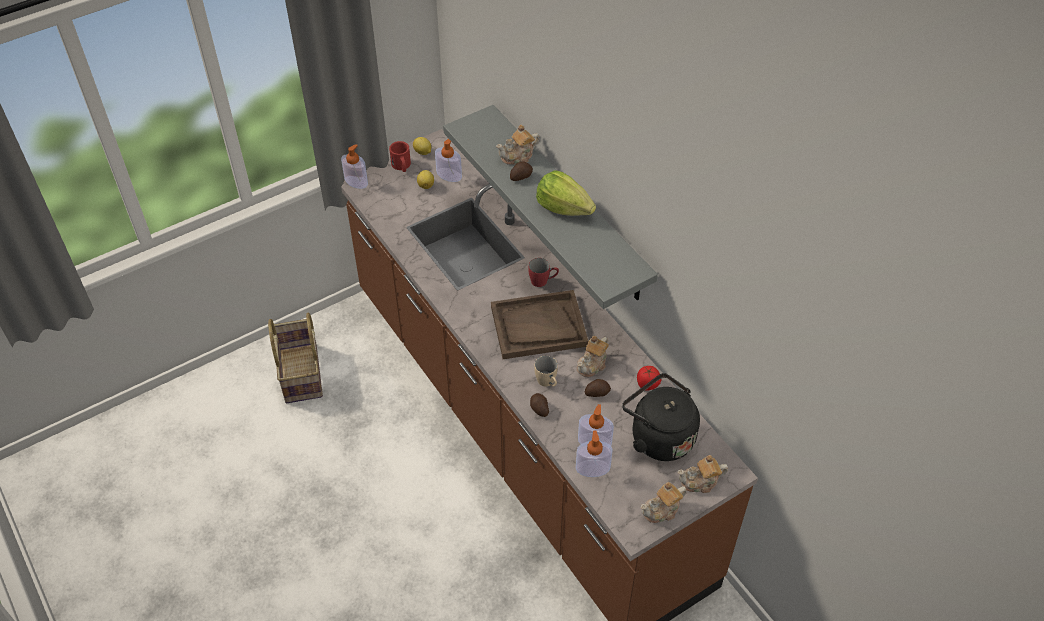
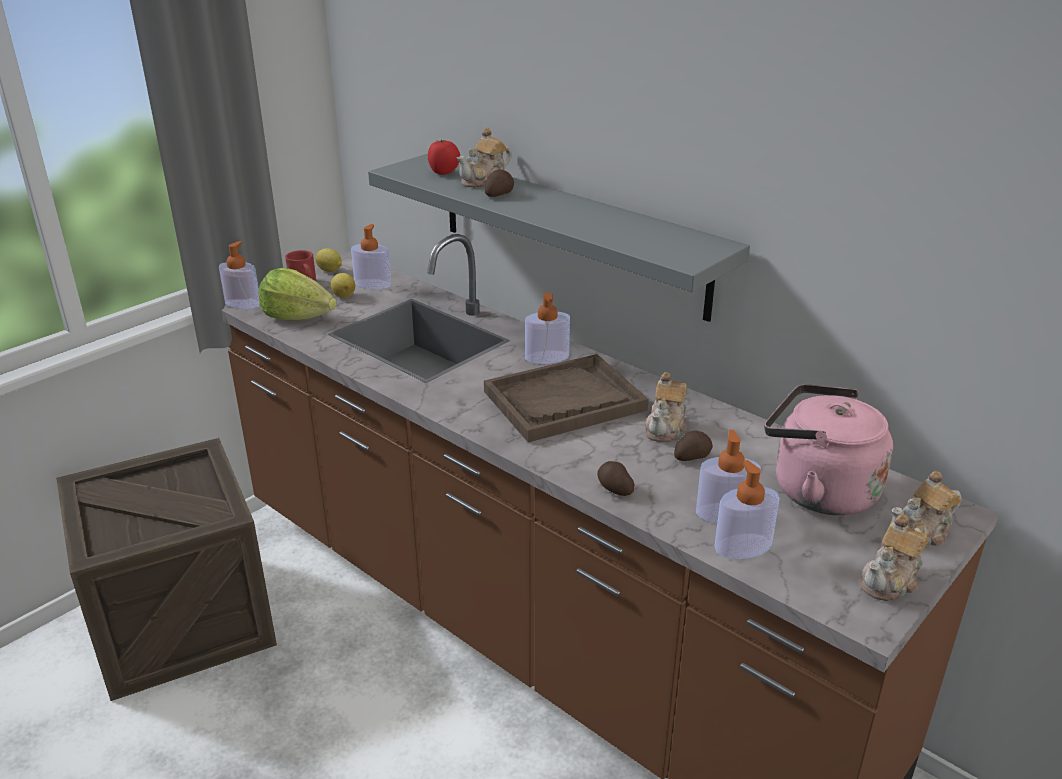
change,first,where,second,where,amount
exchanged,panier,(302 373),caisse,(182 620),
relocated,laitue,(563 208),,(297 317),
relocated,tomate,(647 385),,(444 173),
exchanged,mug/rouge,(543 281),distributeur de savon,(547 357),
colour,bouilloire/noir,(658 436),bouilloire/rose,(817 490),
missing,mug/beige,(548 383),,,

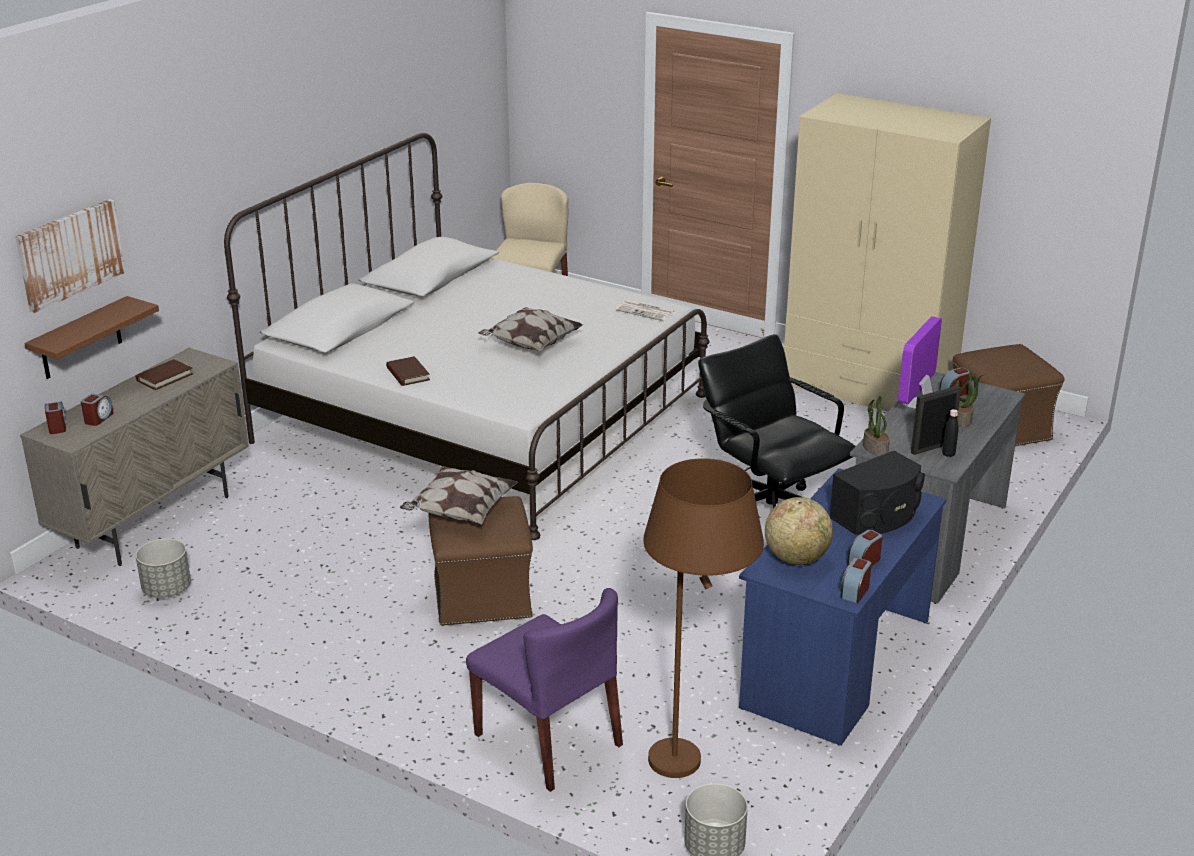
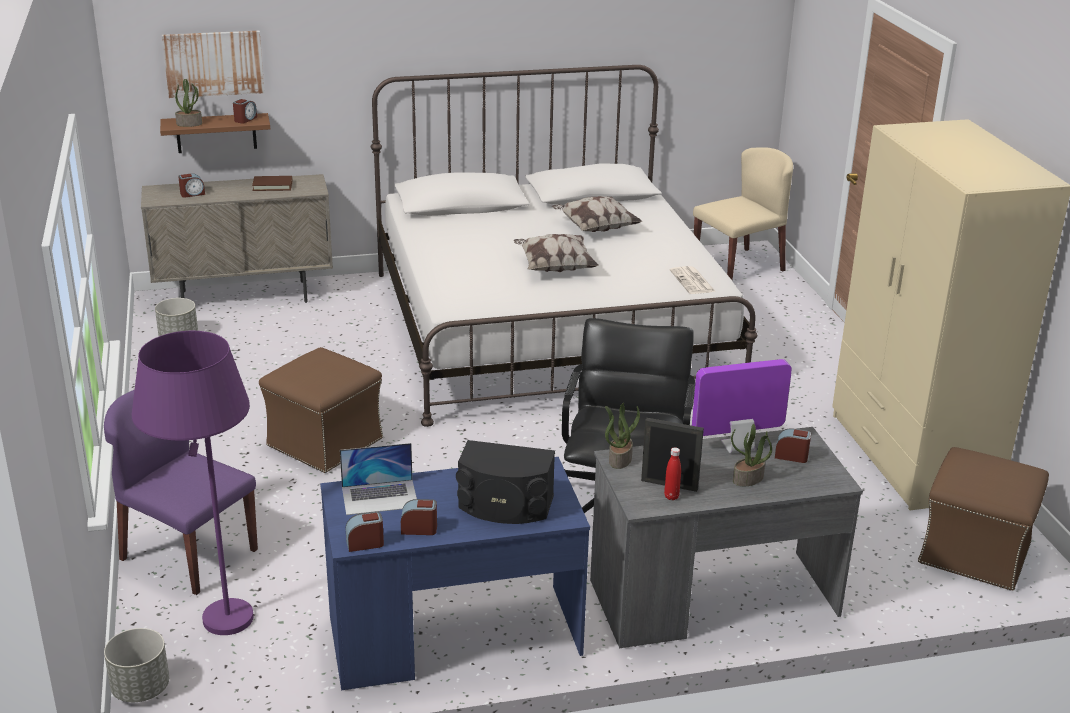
change,first,where,second,where,amount
spun,chaise/violet,(549 740),,(188 554),120 degrees clockwise
colour,lampadaire/marron,(694 776),lampadaire/violet,(218 637),
appeared,,,plante en pot,(189 124),
relocated,réveil,(57 426),,(245 119),
exchanged,globe,(796 558),ordinateur portable,(380 497),
relocated,coussin,(460 512),,(595 228),
colour,bouteille/noir,(948 454),bouteille/rouge,(671 496),
missing,livre/marron,(408 374),,,

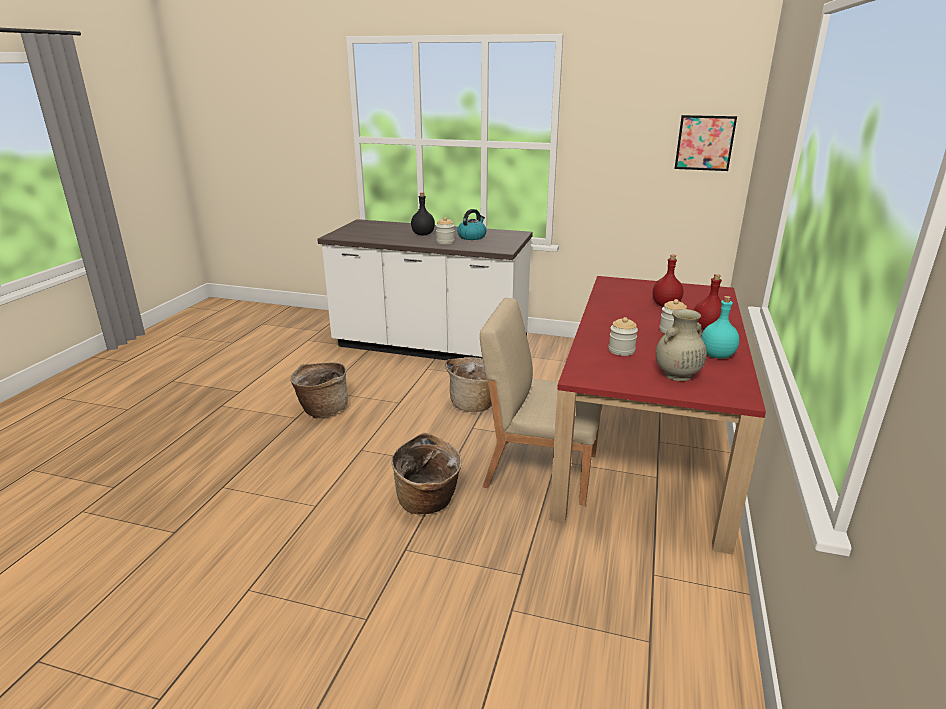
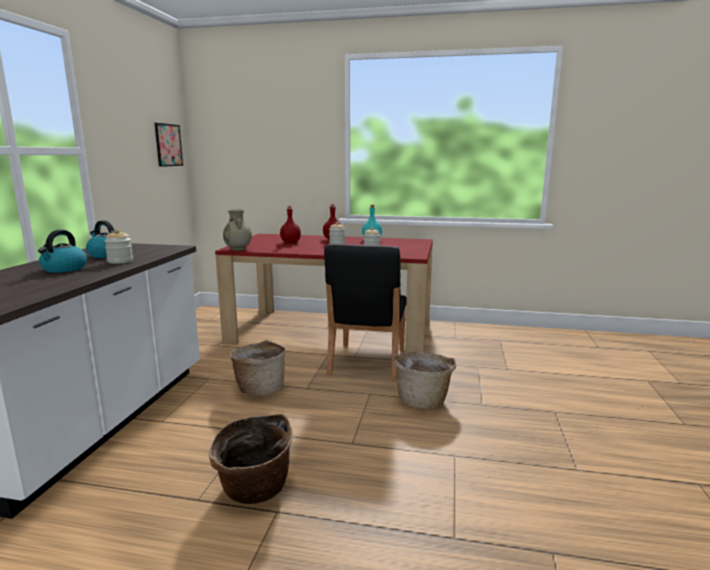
change,first,where,second,where,amount
exchanged,bouteille/noir,(423 234),bouilloire,(64 269),
relocated,vase/beige,(677 375),,(238 249),
colour,chaise/beige,(539 469),chaise/noir,(366 361),

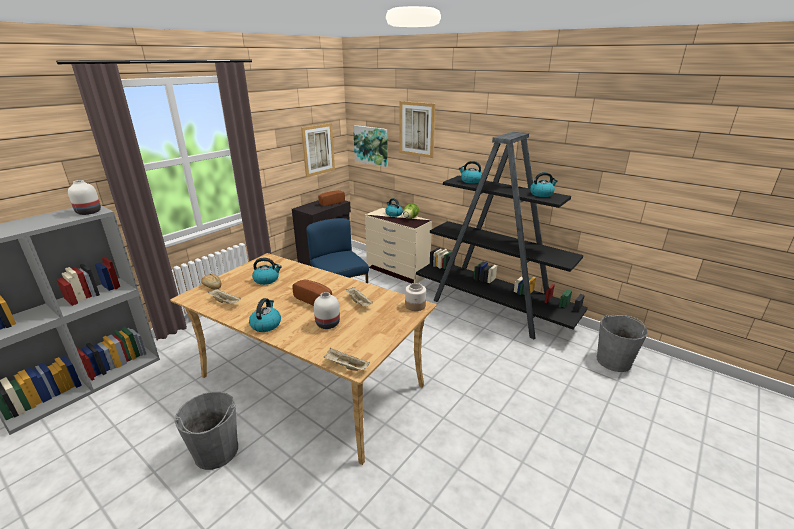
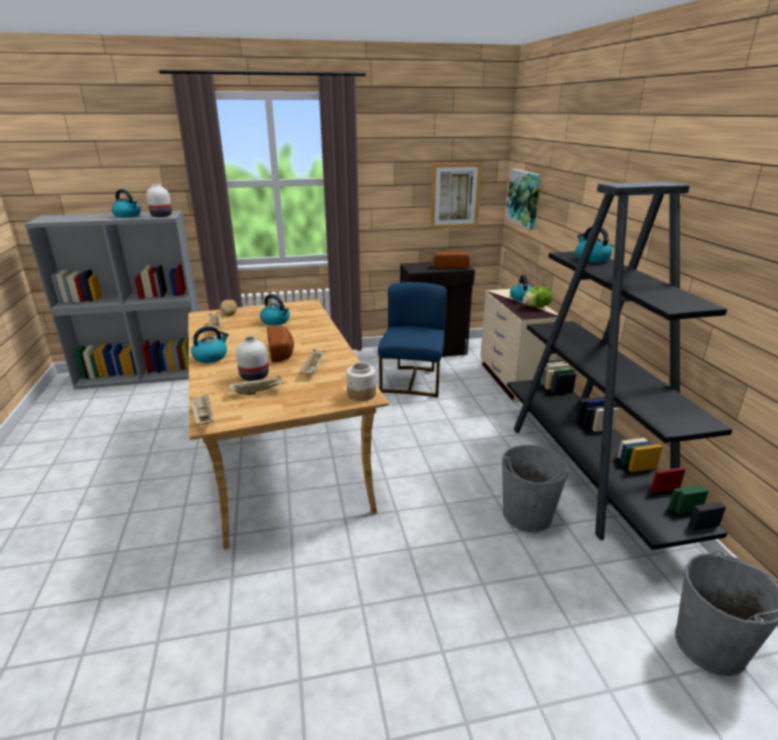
change,first,where,second,where,amount
relocated,bouilloire,(541 194),,(128 215),
appeared,,,plateau/beige,(258 392),
relocated,seau/gris,(216 452),,(527 515),
missing,tableau,(417 129),,,

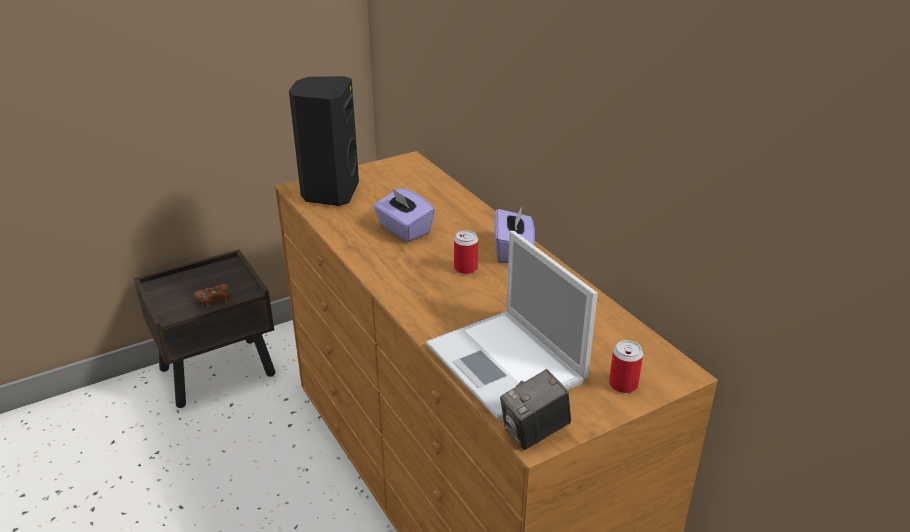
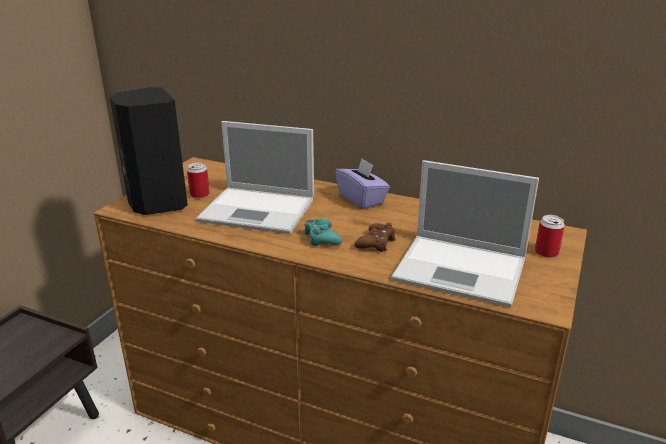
change,first,where,second,where,amount
relocated,boîte métallique,(465 268),,(199 195),
exchanged,boîte à mouchoirs/violet,(404 230),ordinateur portable,(259 210),
appeared,,,manette/turquoise,(321 238),
relocated,manette/marron,(214 299),,(376 243),
missing,appareil photo,(534 433),,,

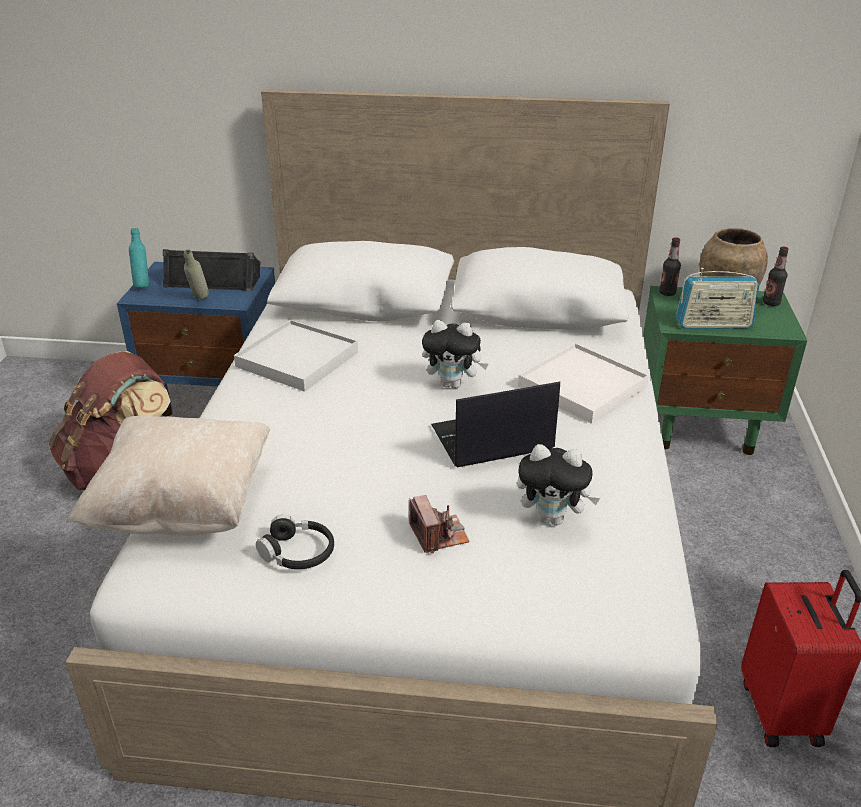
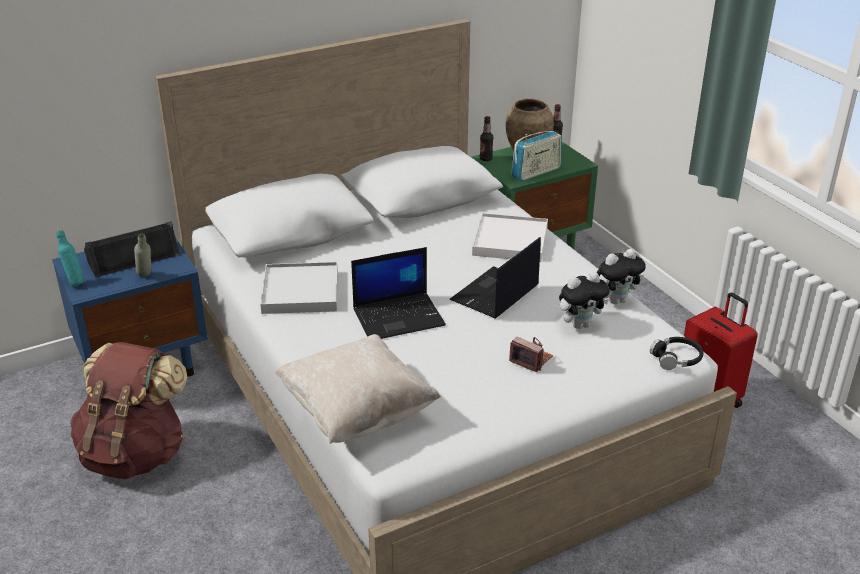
change,first,where,second,where,amount
appeared,,,ordinateur portable,(399 316),
relocated,peluche,(453 384),,(616 300),
relocated,casque audio/noir,(298 553),,(676 358),

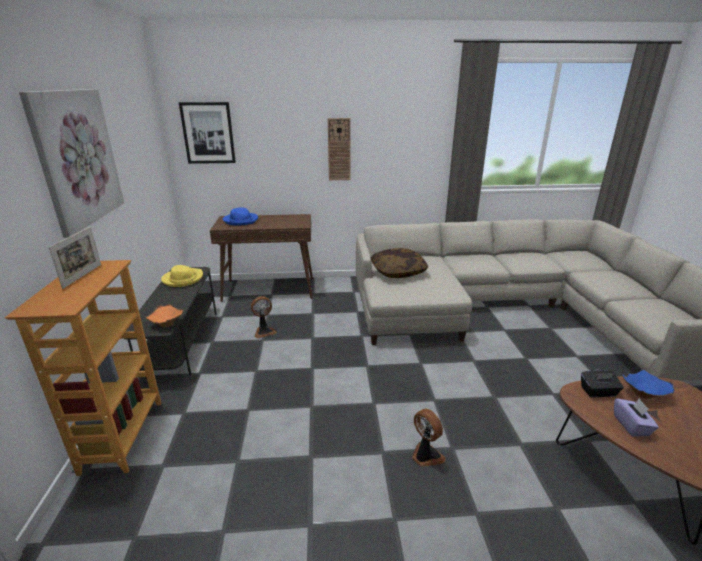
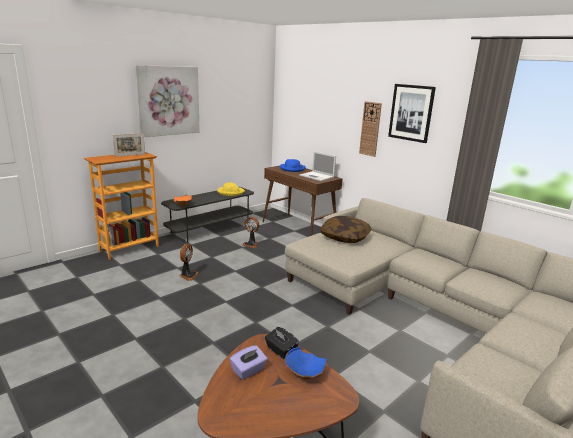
change,first,where,second,where,amount
relocated,ventilateur,(425 456),,(188 275),
appeared,,,ordinateur portable,(317 176),
relocated,tableau,(208 133),,(411 113),

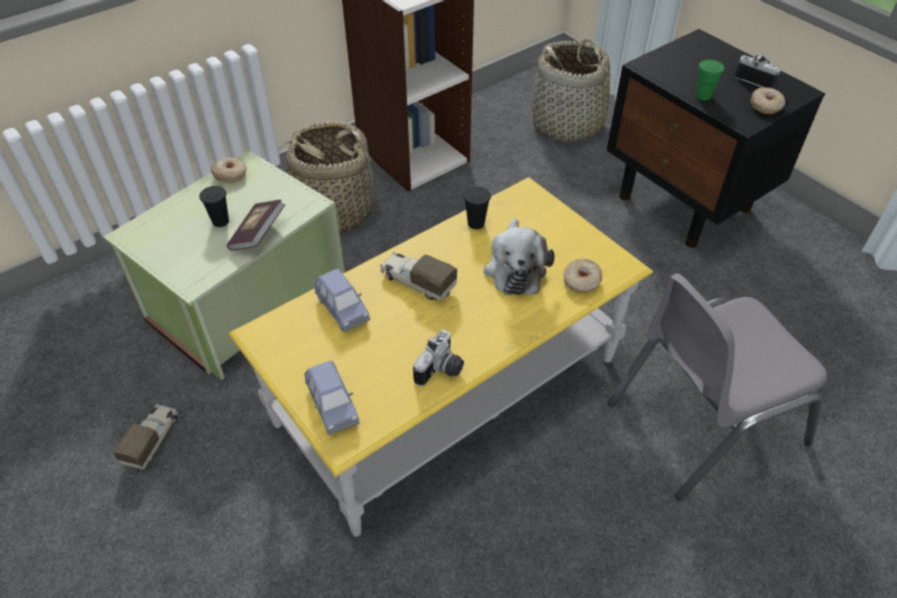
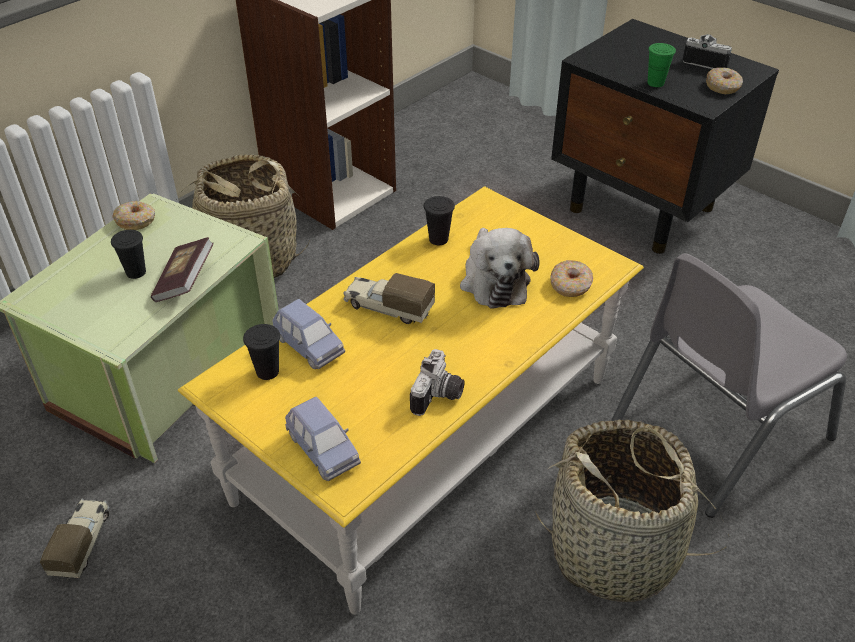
change,first,where,second,where,amount
appeared,,,tasse/noir,(267 371),
relocated,panier,(568 125),,(615 551),

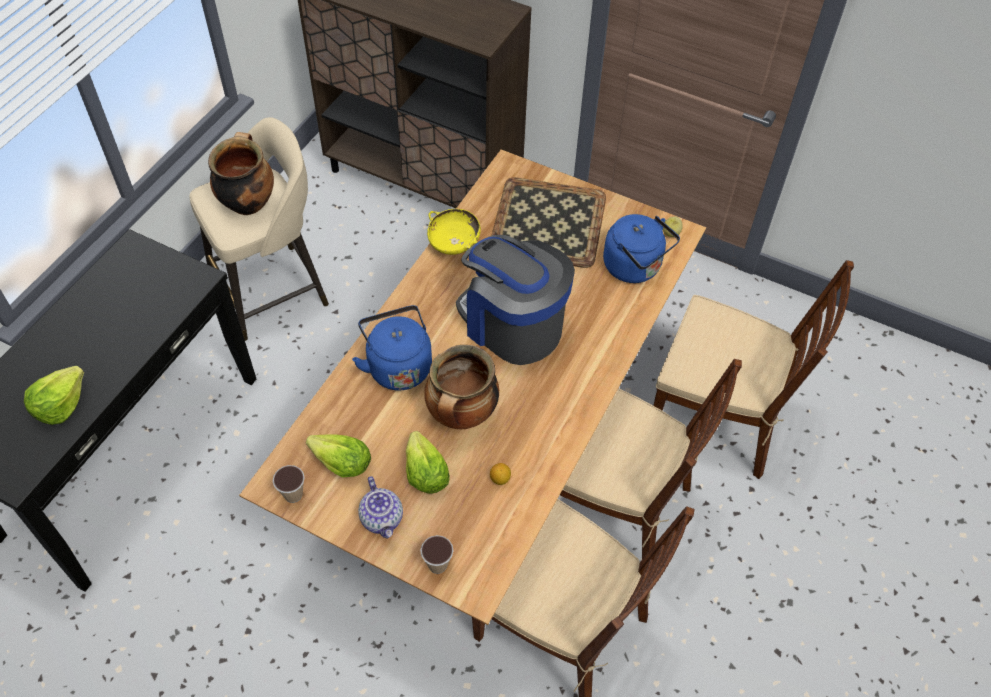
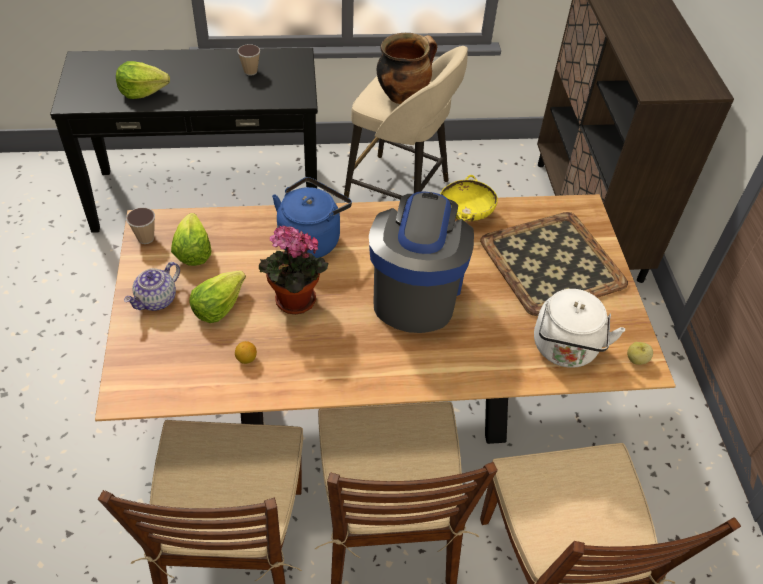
change,first,where,second,where,amount
relocated,tasse,(437 565),,(250 71),
exchanged,marmite,(462 416),plante en pot,(293 302),
colour,bouilloire/bleu,(635 267),bouilloire/blanc,(565 350),

